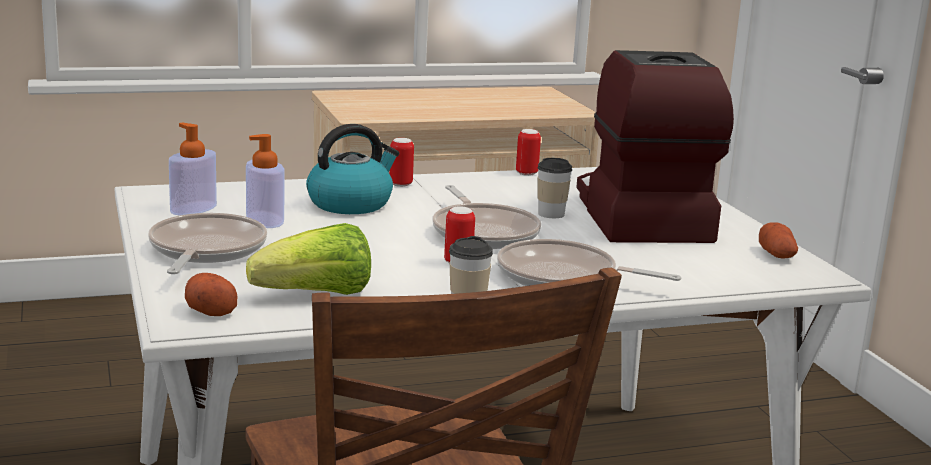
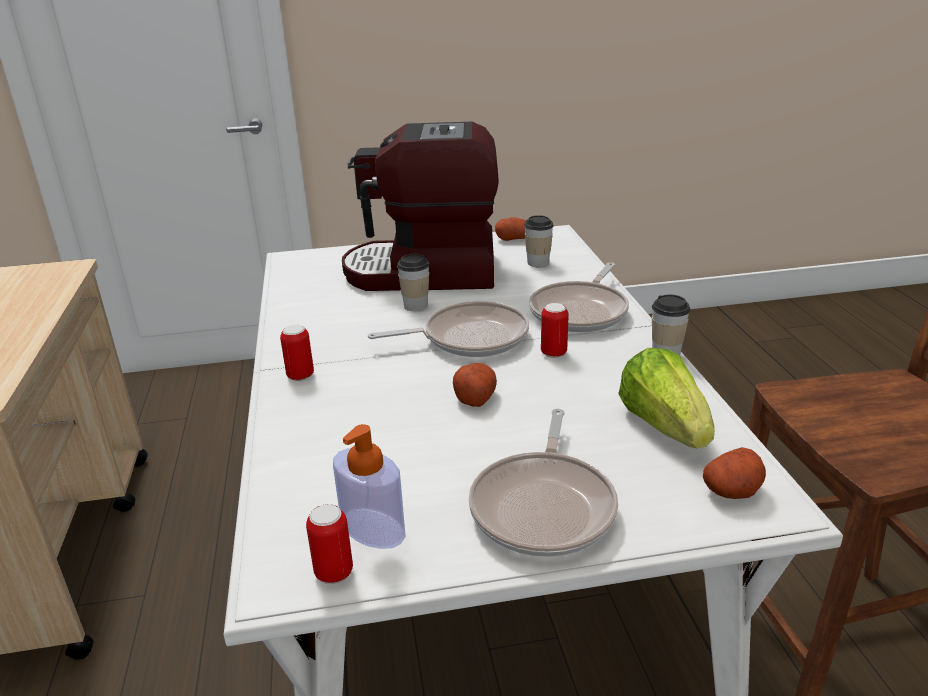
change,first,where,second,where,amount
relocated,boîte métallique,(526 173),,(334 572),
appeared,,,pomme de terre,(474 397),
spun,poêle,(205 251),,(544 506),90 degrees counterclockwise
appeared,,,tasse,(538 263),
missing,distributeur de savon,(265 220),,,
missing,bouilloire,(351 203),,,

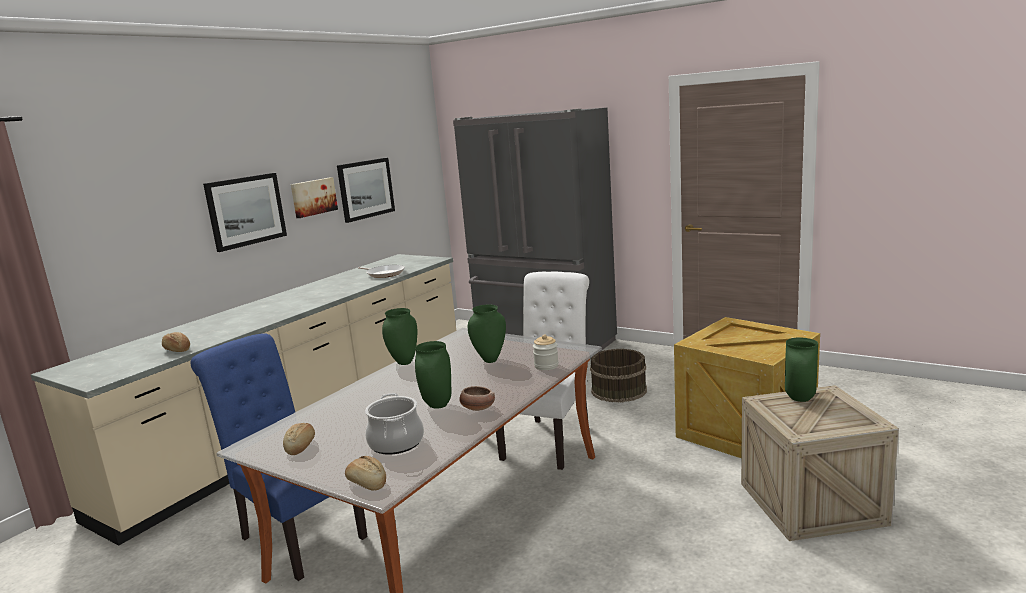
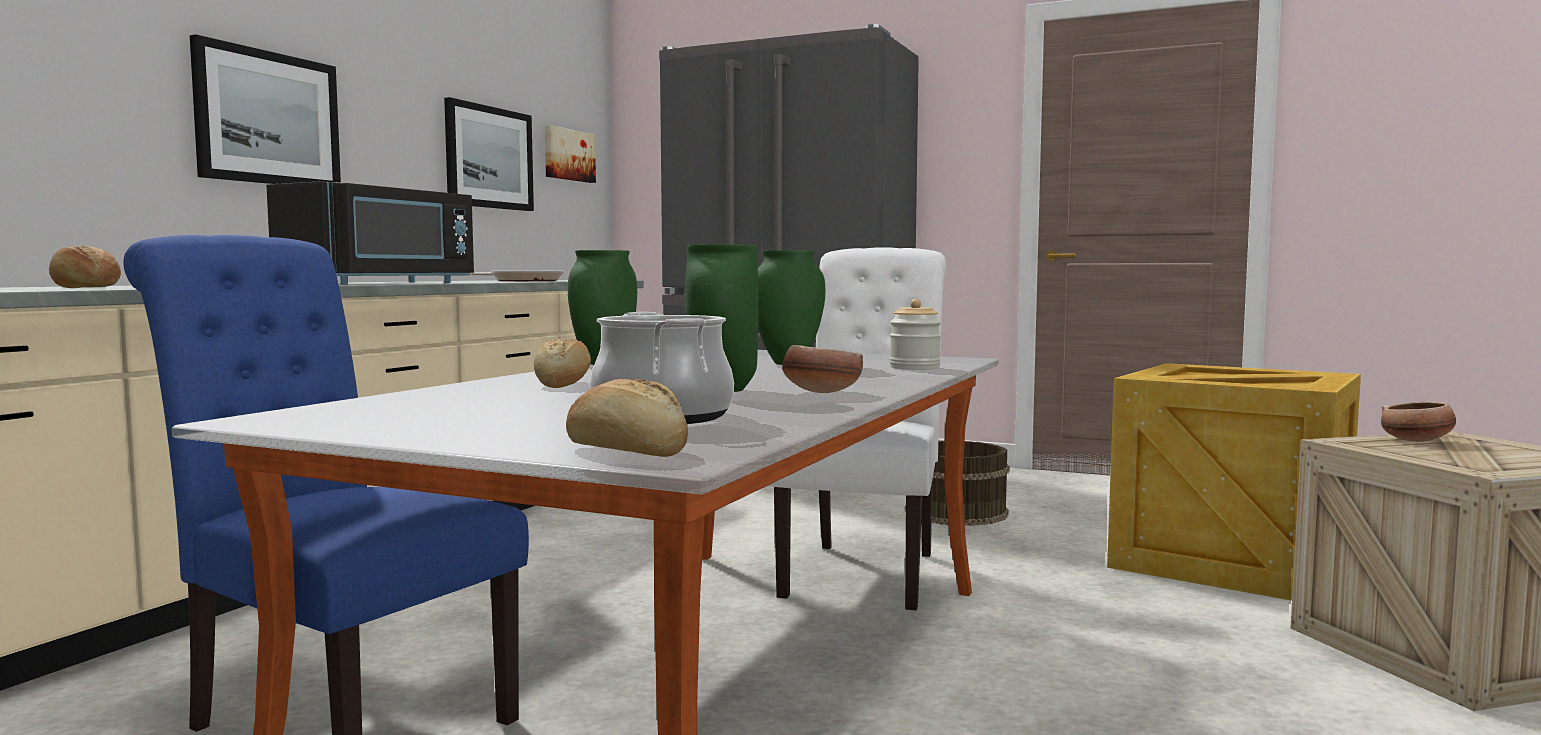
change,first,where,second,where,amount
appeared,,,micro-ondes/noir,(384 283),
relocated,pain,(301 446),,(563 384),
relocated,tableau,(313 197),,(568 155),
exchanged,vase/vert,(801 399),bol,(1417 441),

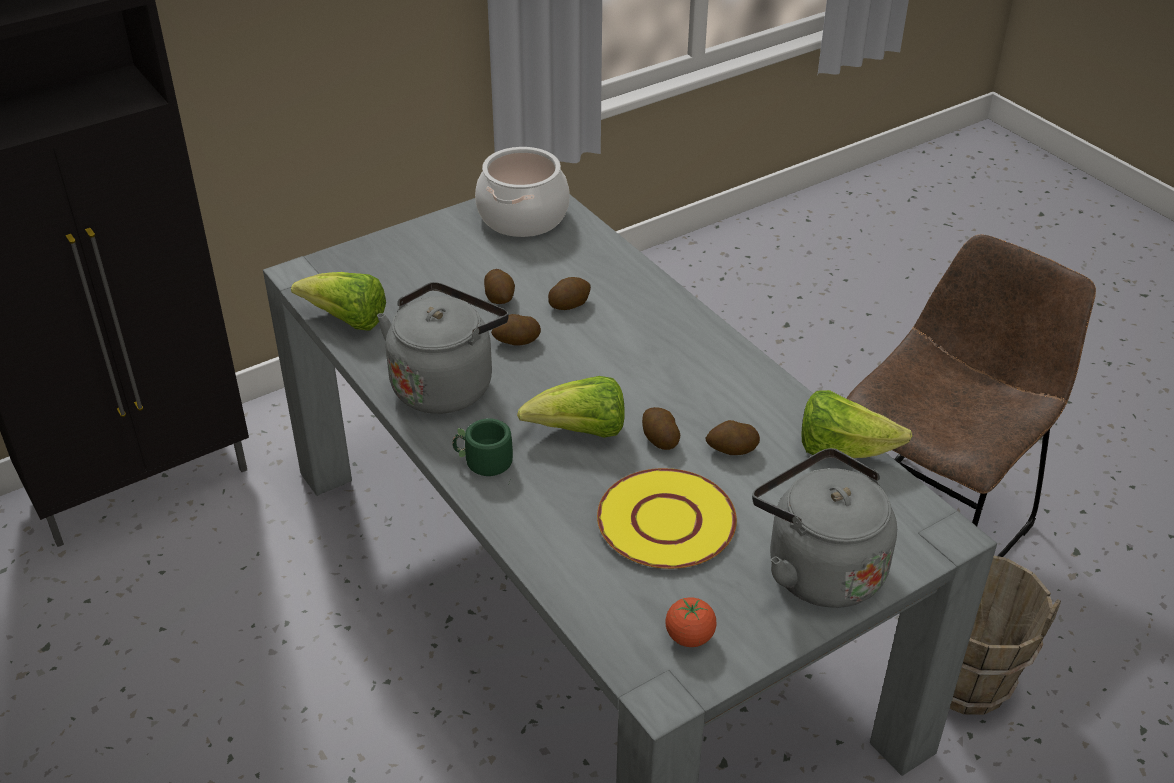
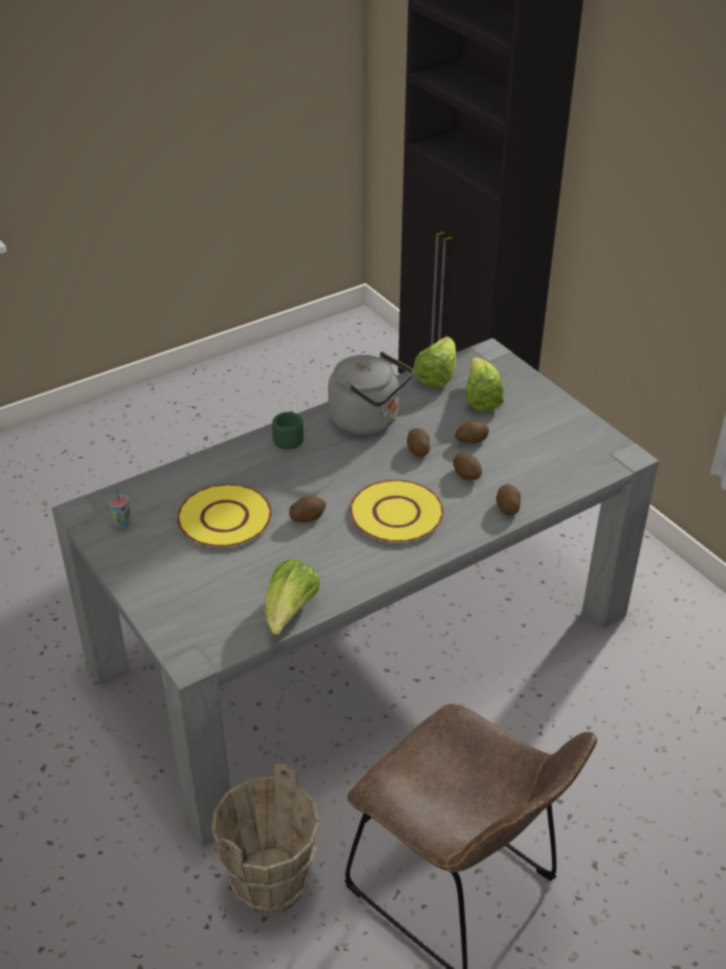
change,first,where,second,where,amount
exchanged,tomate,(689 637),tasse,(122 524),
appeared,,,assiette/jaune,(397 513),
relocated,laitue,(580 432),,(481 399),
relocated,pomme de terre,(731 450),,(507 507),
missing,marmite,(522 216),,,
missing,bouilloire/gris,(818 568),,,

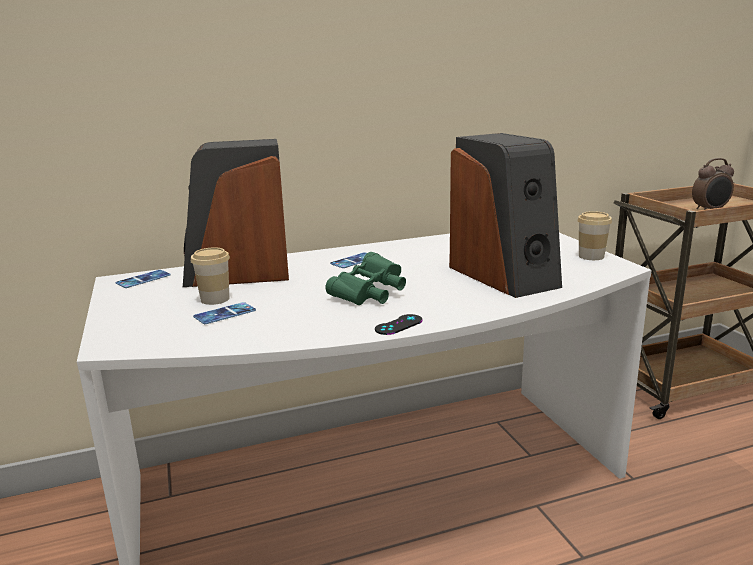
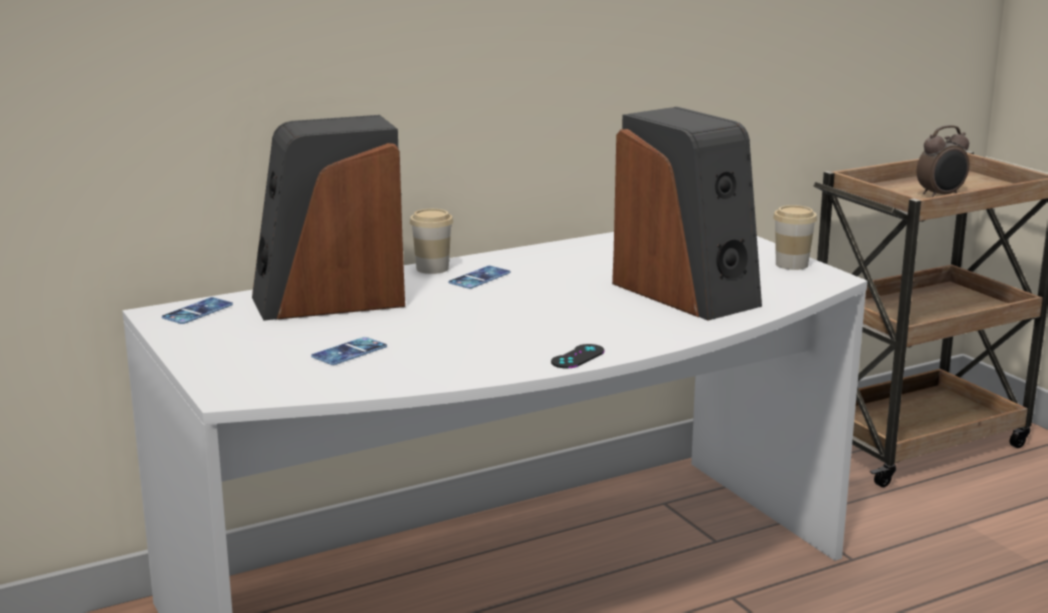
change,first,where,second,where,amount
relocated,tasse,(215 299),,(432 268),
missing,jumelles/vert,(370 295),,,

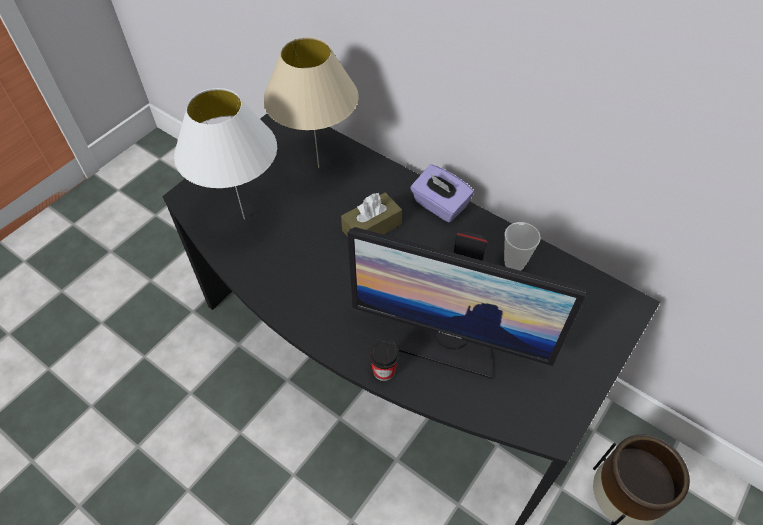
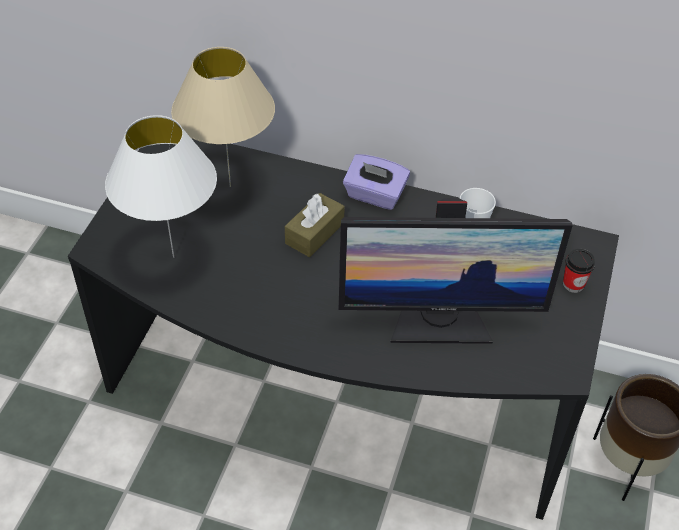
change,first,where,second,where,amount
relocated,tasse,(384 370),,(573 284),

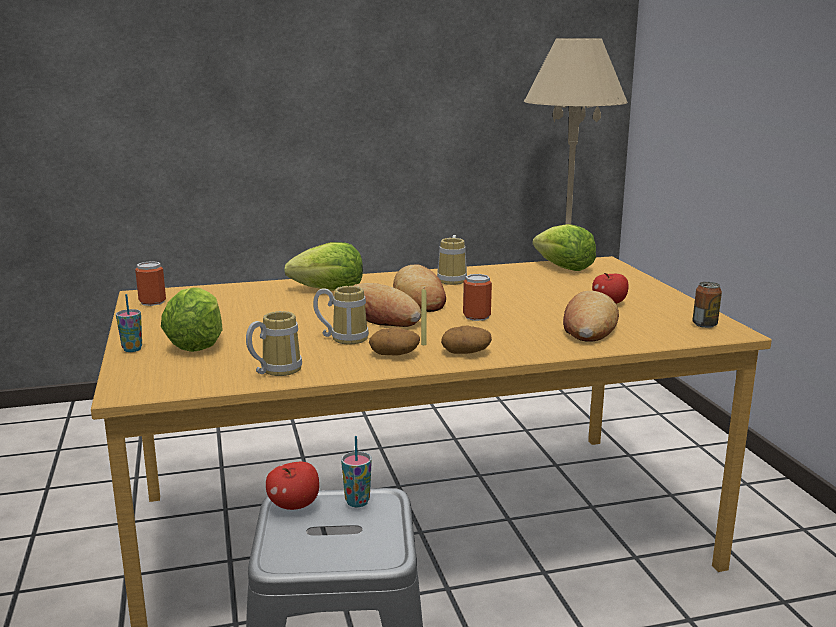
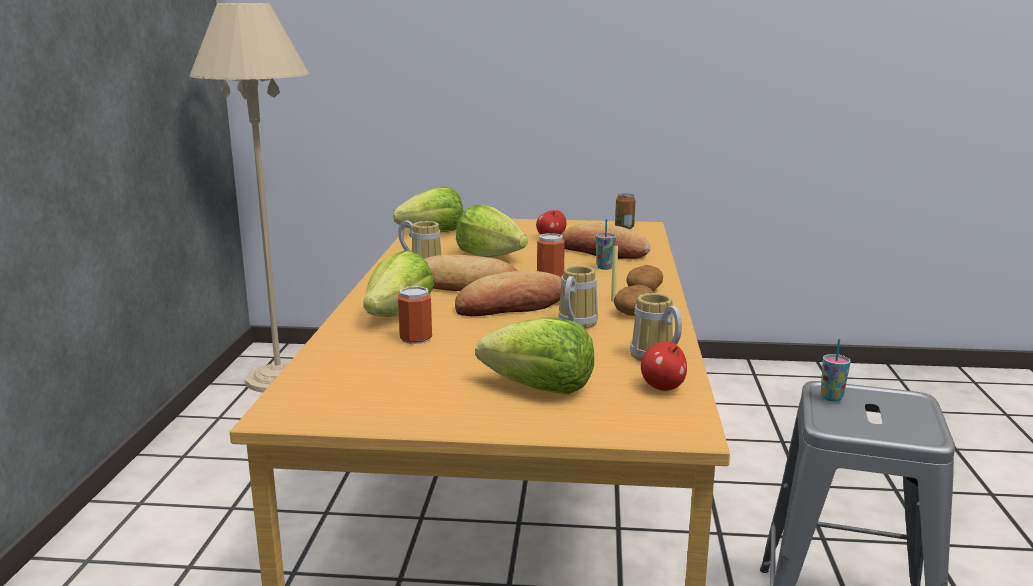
change,first,where,second,where,amount
relocated,boîte métallique,(152 302),,(415 338),
appeared,,,laitue,(490 255),
relocated,tasse,(132 349),,(604 267),
relocated,pomme,(294 505),,(663 387),

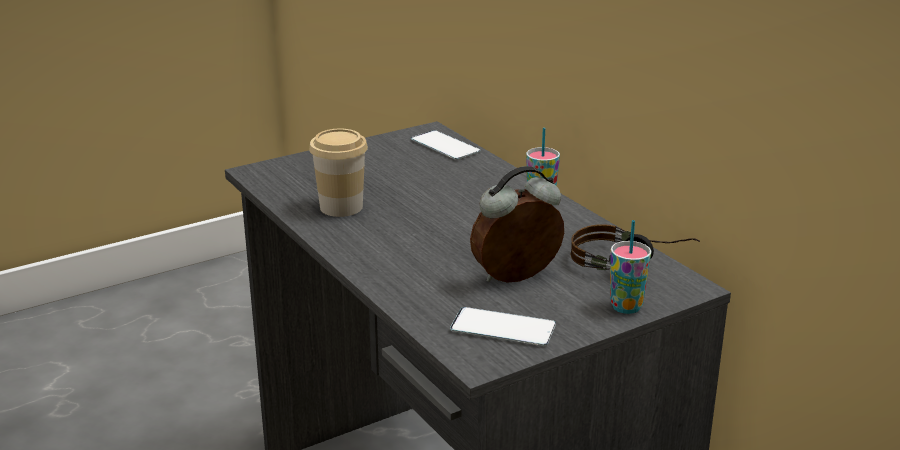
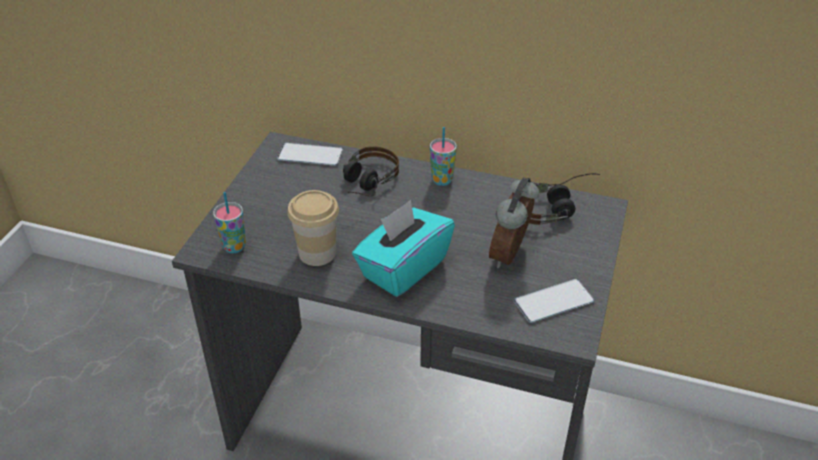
change,first,where,second,where,amount
relocated,tasse,(626 307),,(234 247),
appeared,,,casque audio,(365 185),
appeared,,,boîte à mouchoirs/turquoise,(403 268),

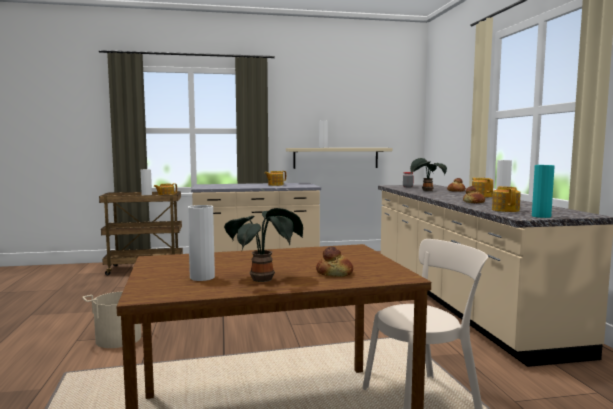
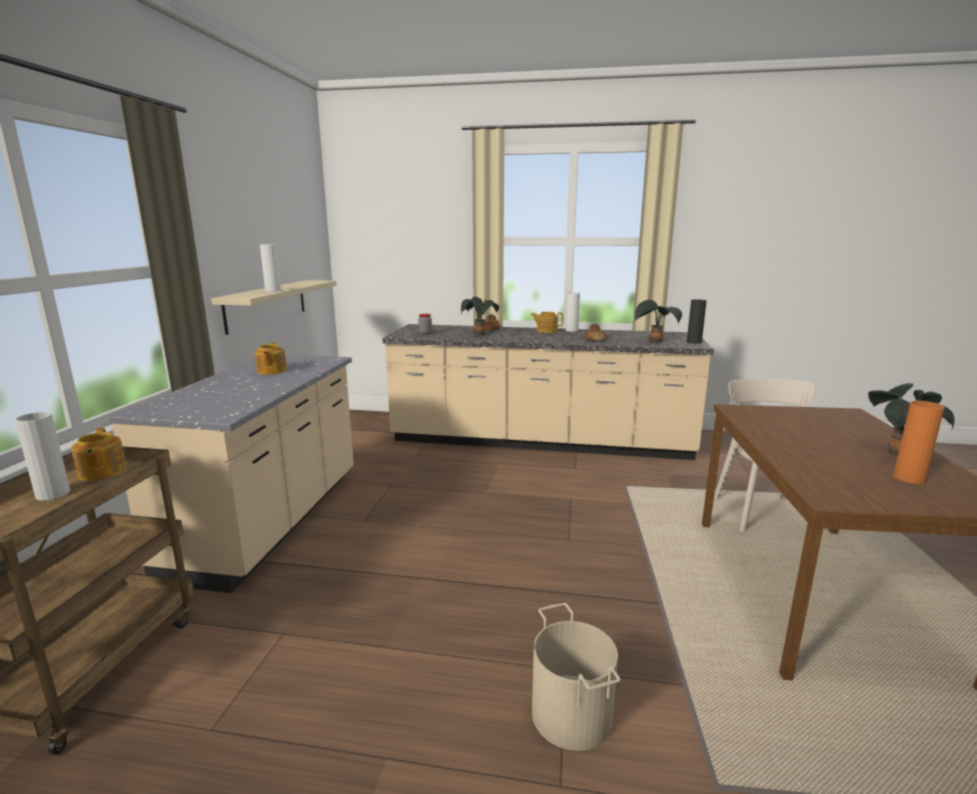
change,first,where,second,where,amount
exchanged,théière,(505 210),plante en pot,(654 342),
colour,vase/turquoise,(541 216),vase/noir,(694 342),
colour,vase/blanc,(202 277),vase/orange,(909 478),
missing,pain,(335 273),,,

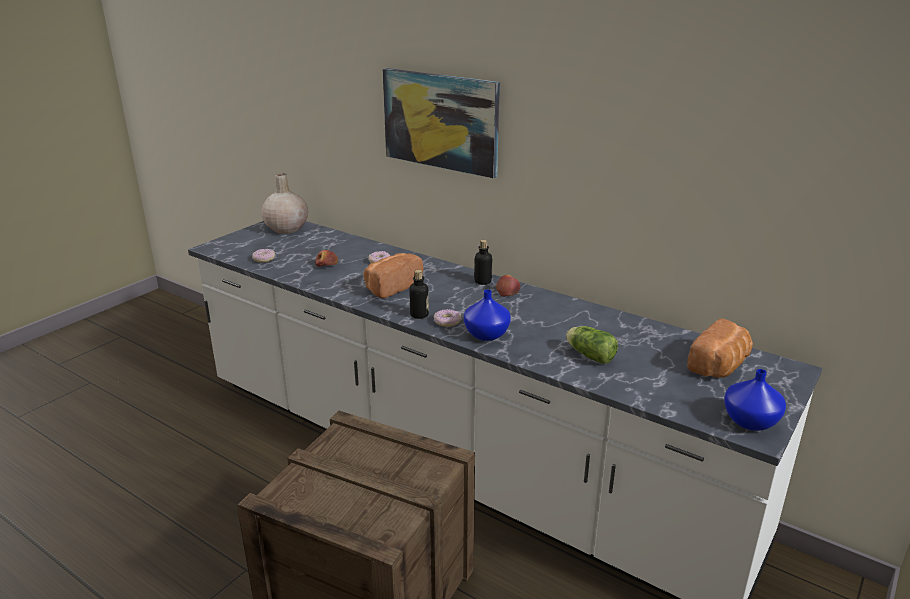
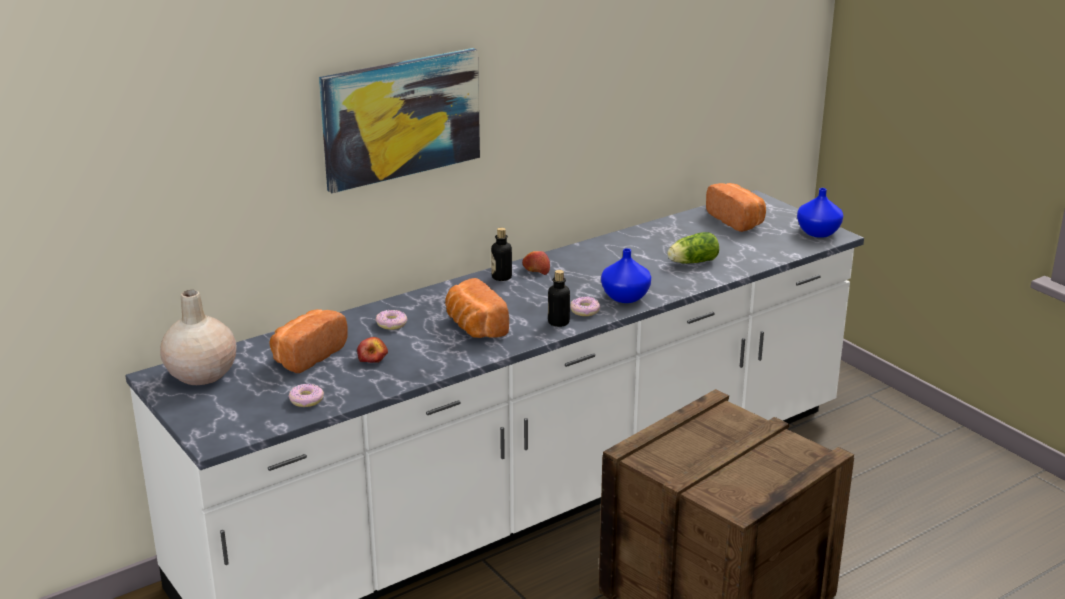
change,first,where,second,where,amount
appeared,,,pain,(306 355),

